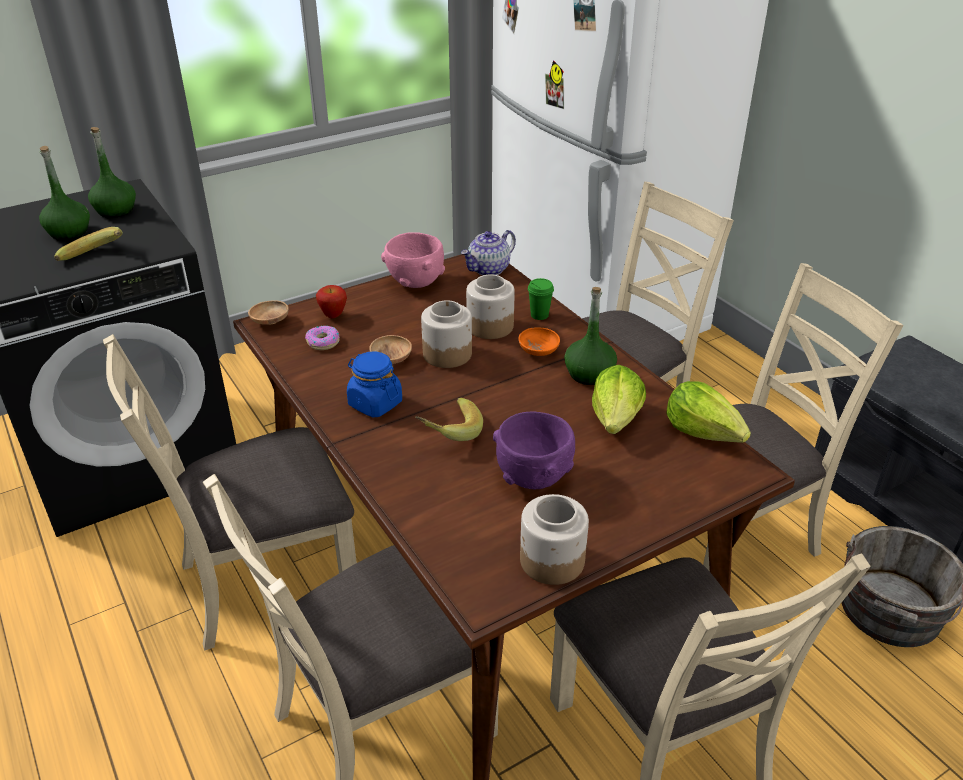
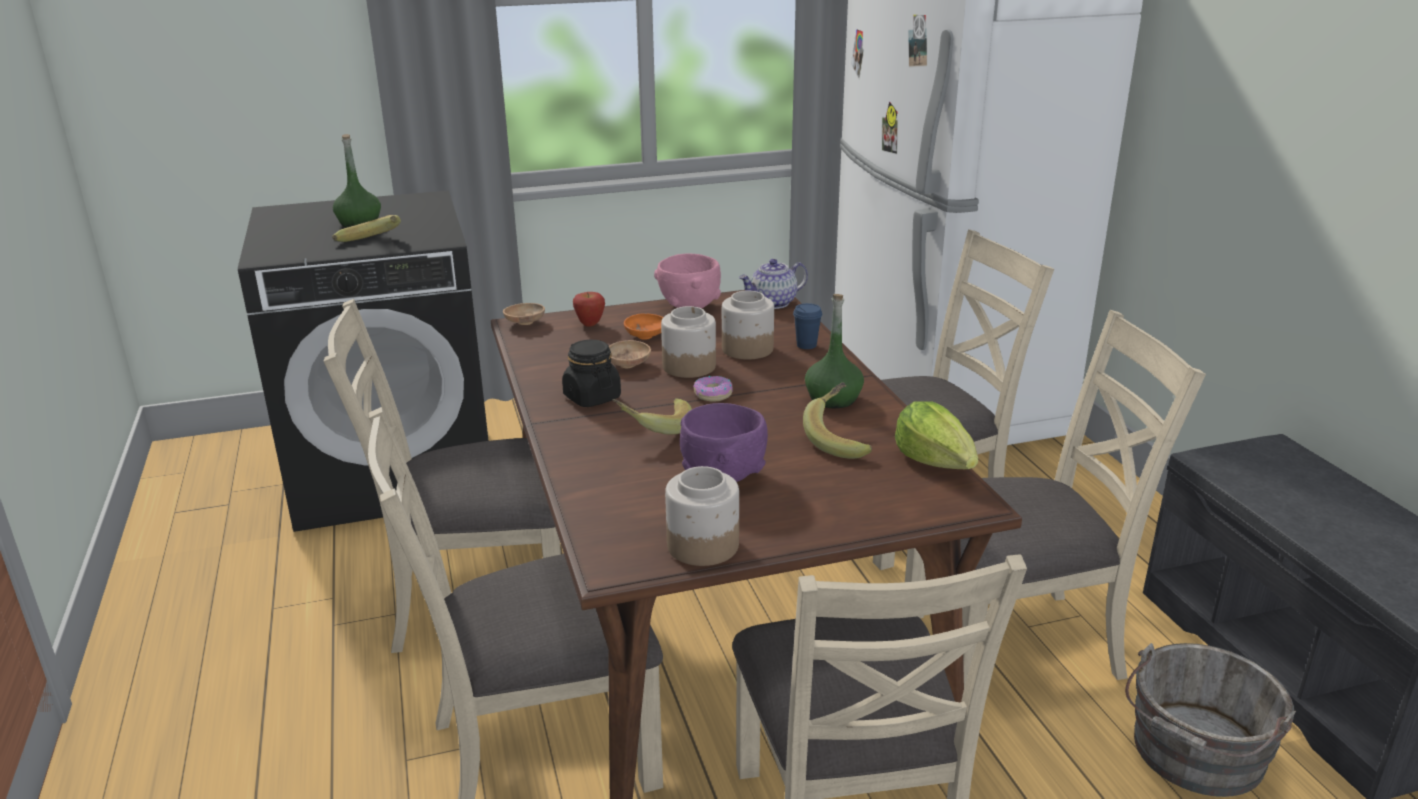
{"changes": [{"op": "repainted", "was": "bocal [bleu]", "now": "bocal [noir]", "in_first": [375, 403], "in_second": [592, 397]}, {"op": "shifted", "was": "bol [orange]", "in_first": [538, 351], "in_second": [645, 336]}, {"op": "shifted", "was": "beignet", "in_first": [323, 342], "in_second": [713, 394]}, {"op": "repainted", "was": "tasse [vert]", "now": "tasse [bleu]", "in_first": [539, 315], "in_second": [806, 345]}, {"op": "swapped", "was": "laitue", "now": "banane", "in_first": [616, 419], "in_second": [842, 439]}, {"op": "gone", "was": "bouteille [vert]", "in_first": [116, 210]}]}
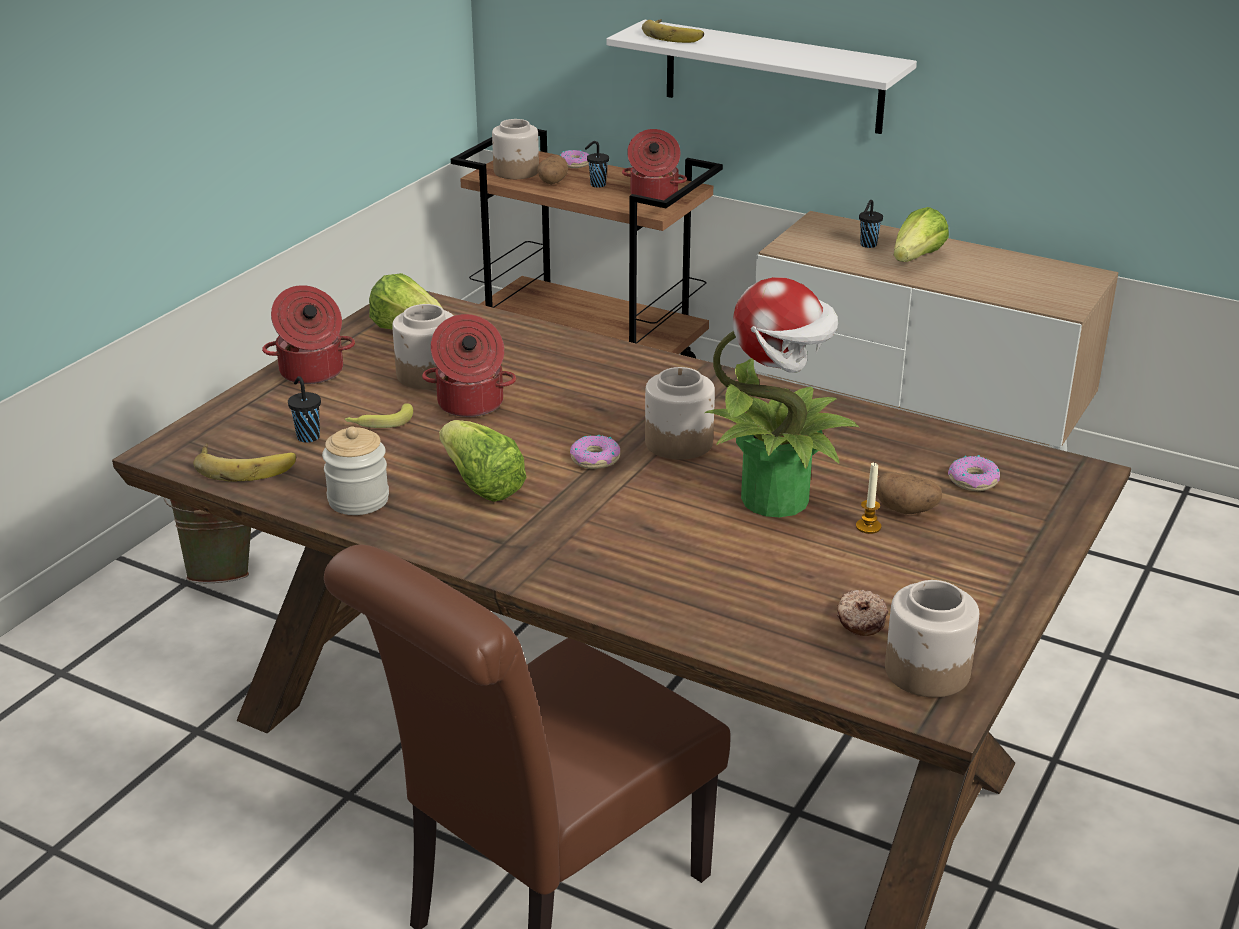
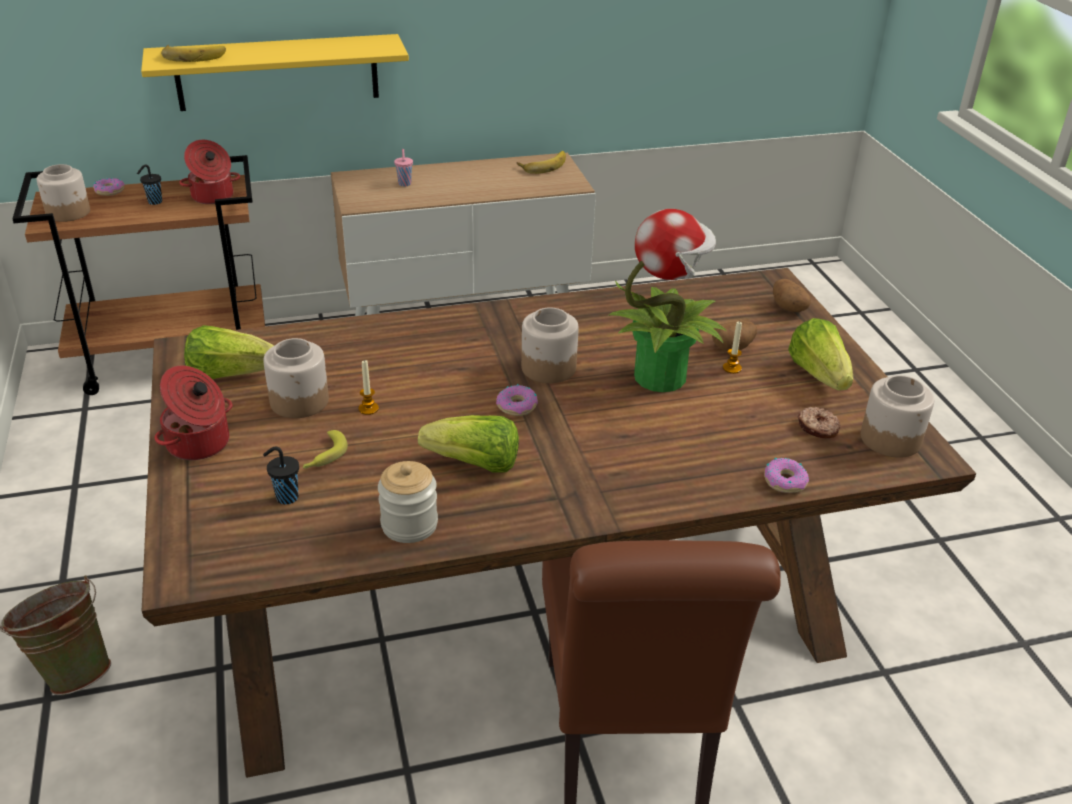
{"changes": [{"op": "repainted", "was": "étagère [blanc]", "now": "étagère [jaune]", "in_first": [773, 77], "in_second": [277, 72]}, {"op": "swapped", "was": "marmite", "now": "bougie", "in_first": [470, 404], "in_second": [368, 409]}, {"op": "repainted", "was": "tasse [noir]", "now": "tasse [rose]", "in_first": [867, 245], "in_second": [404, 184]}, {"op": "shifted", "was": "banane", "in_first": [245, 465], "in_second": [543, 165]}, {"op": "shifted", "was": "beignet", "in_first": [974, 481], "in_second": [785, 481]}, {"op": "shifted", "was": "pomme de terre", "in_first": [552, 182], "in_second": [789, 308]}, {"op": "shifted", "was": "laitue", "in_first": [916, 258], "in_second": [819, 375]}]}
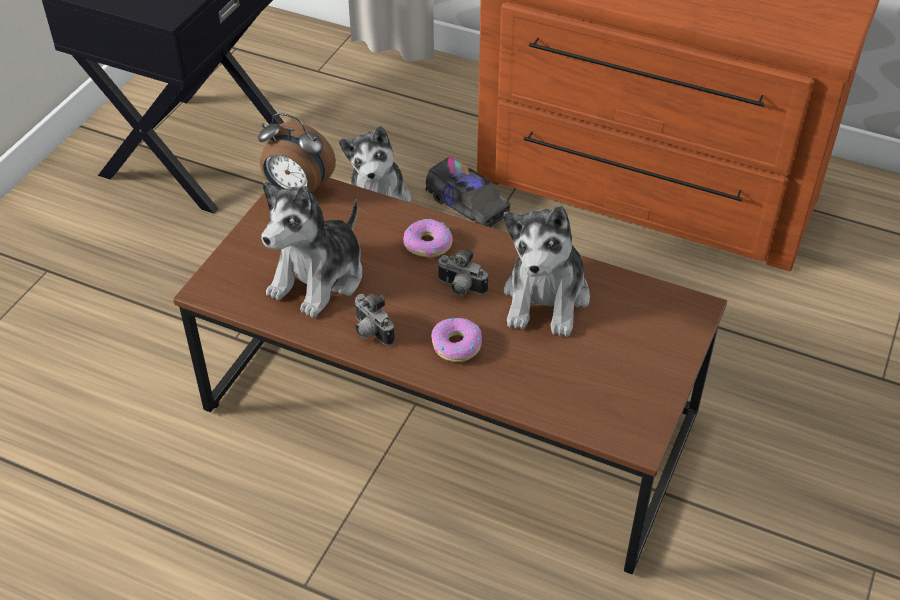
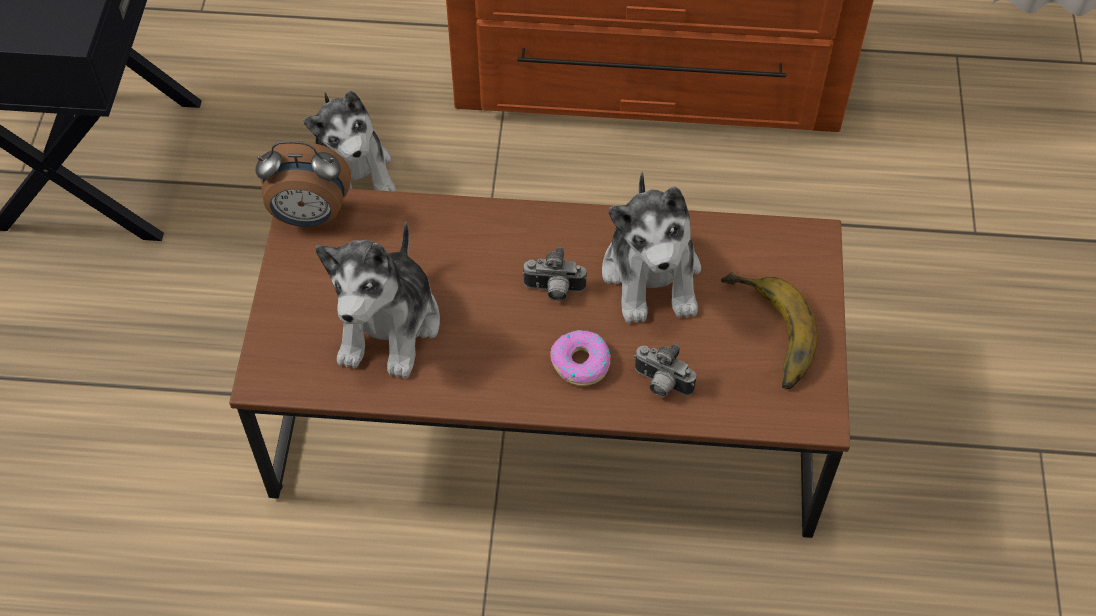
{"changes": [{"op": "shifted", "was": "appareil photo", "in_first": [370, 332], "in_second": [660, 384]}, {"op": "new", "now": "banane", "in_second": [763, 335]}, {"op": "gone", "was": "beignet", "in_first": [427, 244]}, {"op": "gone", "was": "camion jouet", "in_first": [467, 206]}]}
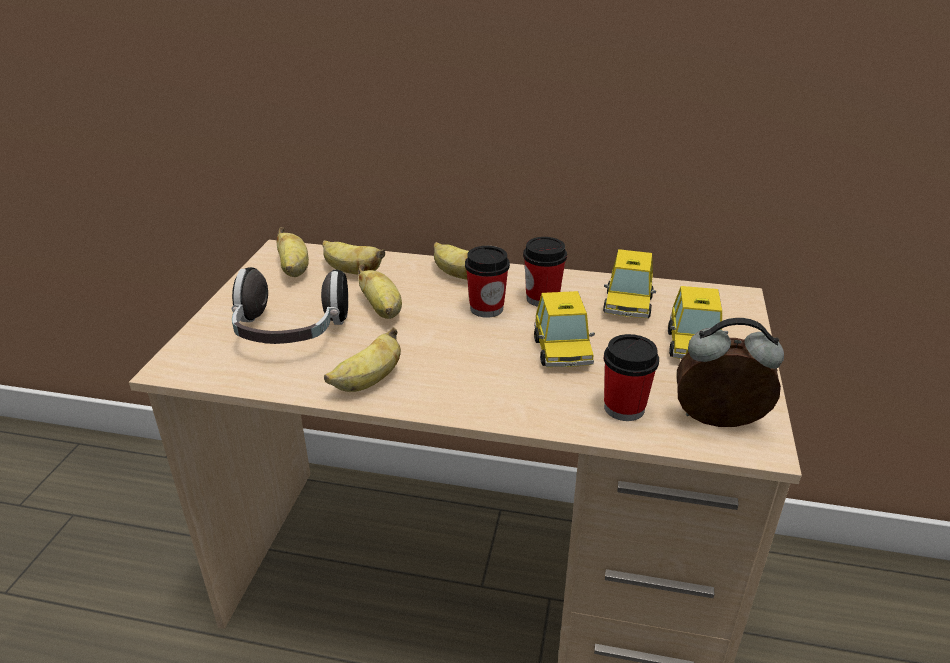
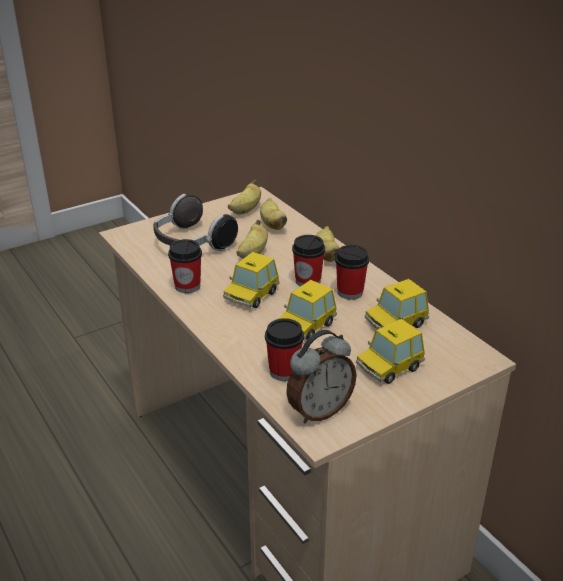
{"changes": [{"op": "swapped", "was": "banane", "now": "tasse", "in_first": [368, 381], "in_second": [187, 286]}, {"op": "new", "now": "petite voiture", "in_second": [251, 295]}, {"op": "rotated", "was": "réveil", "in_first": [718, 424], "in_second": [319, 410], "clockwise": 90}]}
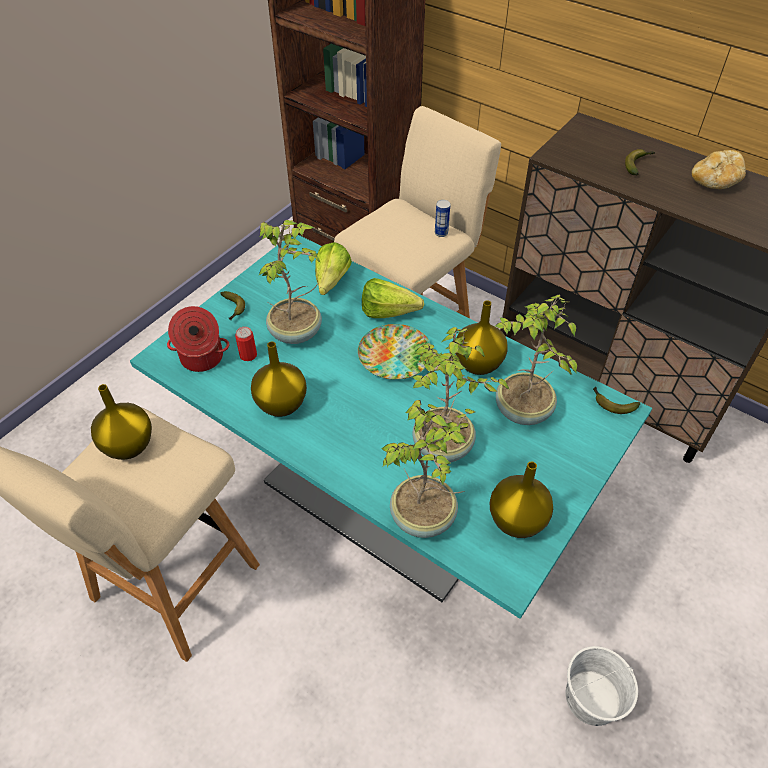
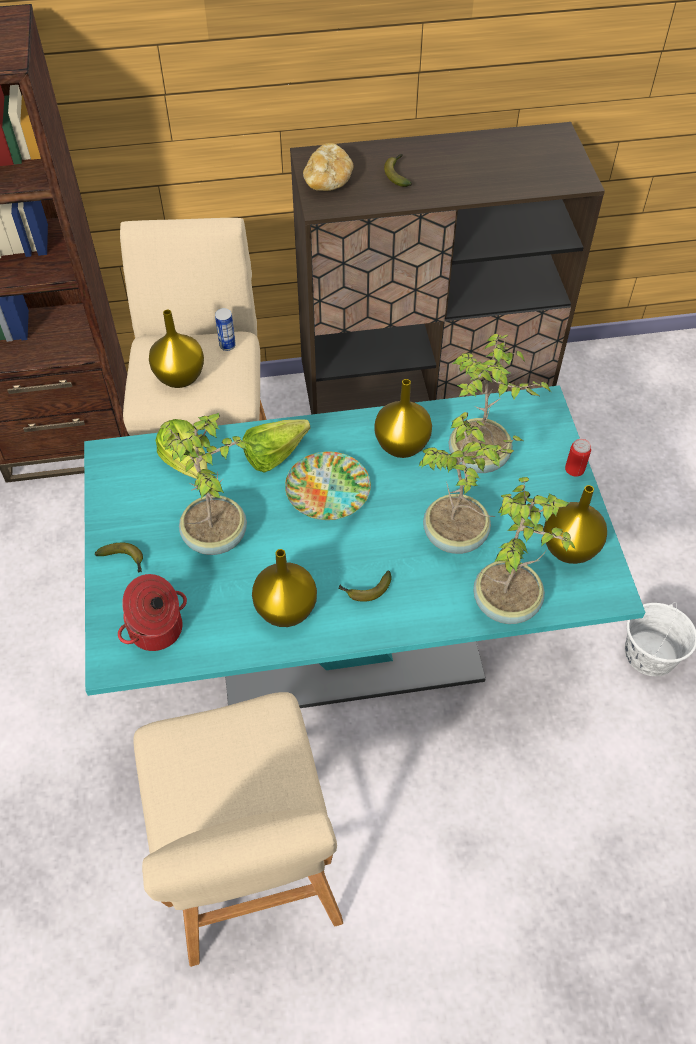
{"changes": [{"op": "shifted", "was": "vase [jaune]", "in_first": [130, 446], "in_second": [180, 376]}, {"op": "shifted", "was": "pain", "in_first": [714, 182], "in_second": [328, 181]}, {"op": "shifted", "was": "banane", "in_first": [611, 404], "in_second": [365, 590]}, {"op": "shifted", "was": "boîte métallique", "in_first": [248, 355], "in_second": [574, 469]}]}
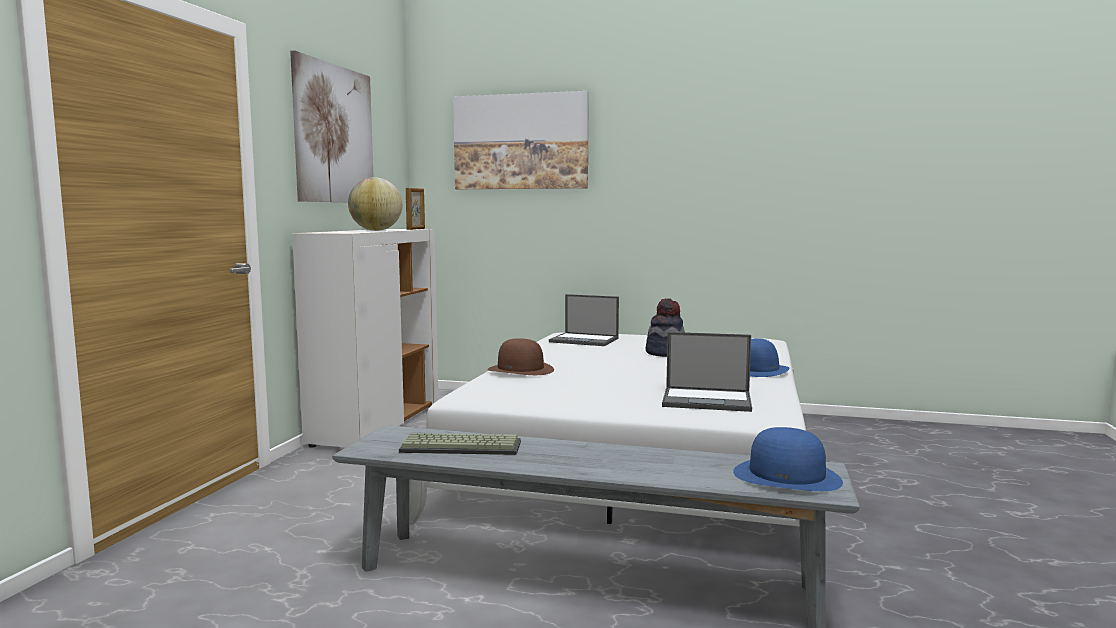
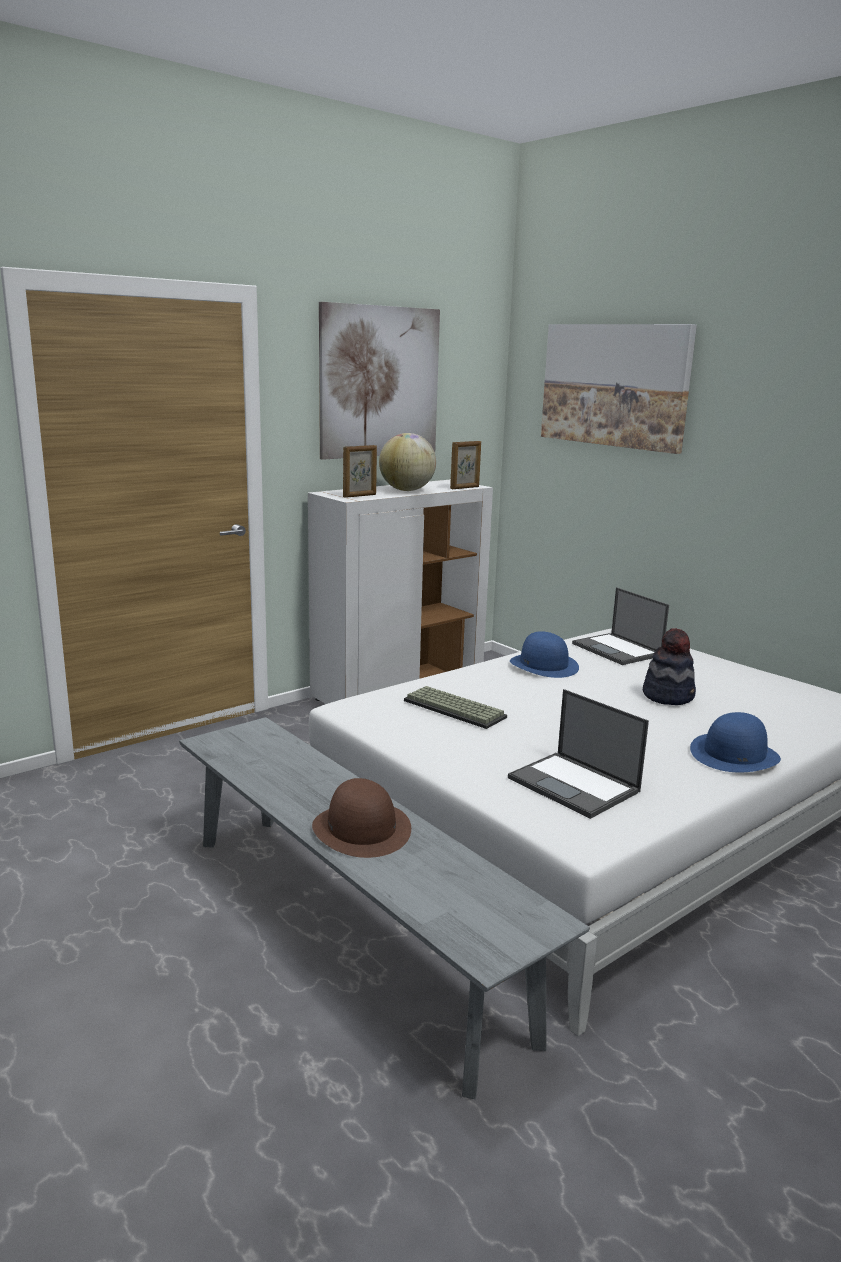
{"changes": [{"op": "shifted", "was": "chapeau [marron]", "in_first": [521, 369], "in_second": [362, 829]}, {"op": "new", "now": "cadre photo", "in_second": [360, 496]}, {"op": "shifted", "was": "clavier", "in_first": [462, 446], "in_second": [456, 709]}, {"op": "shifted", "was": "chapeau [bleu]", "in_first": [787, 476], "in_second": [544, 665]}]}
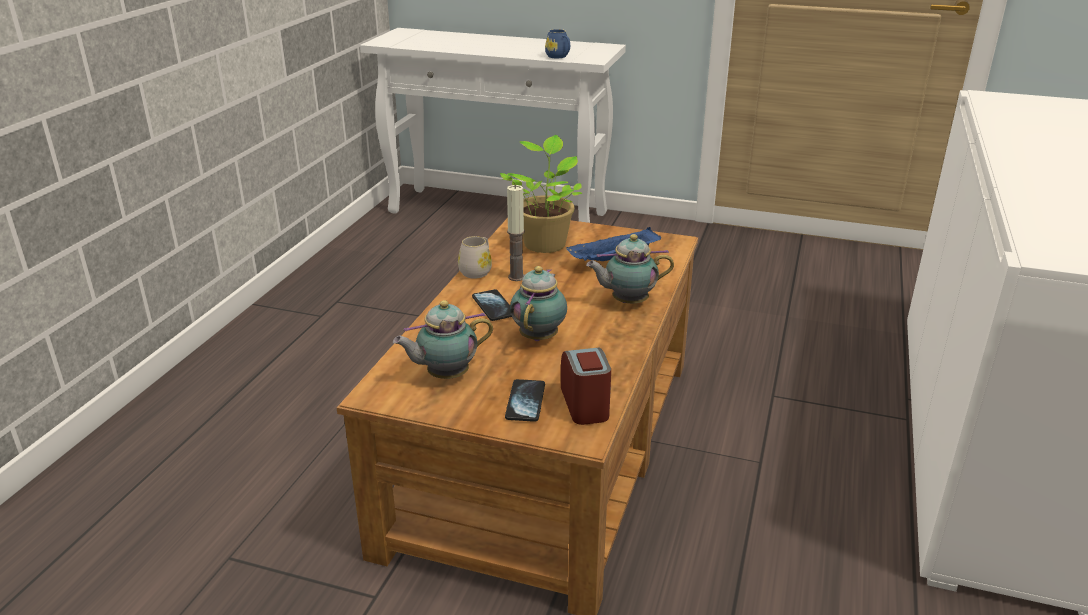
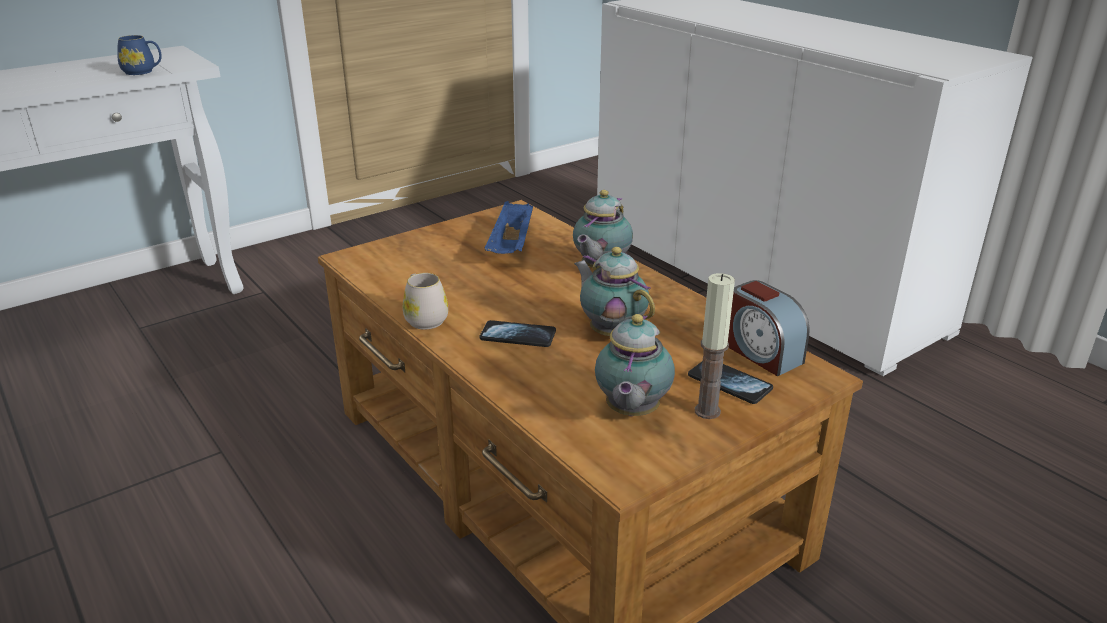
{"changes": [{"op": "shifted", "was": "bougie", "in_first": [516, 277], "in_second": [707, 411]}, {"op": "rotated", "was": "réveil", "in_first": [585, 404], "in_second": [762, 353], "clockwise": -150}, {"op": "gone", "was": "plante en pot", "in_first": [545, 243]}]}
